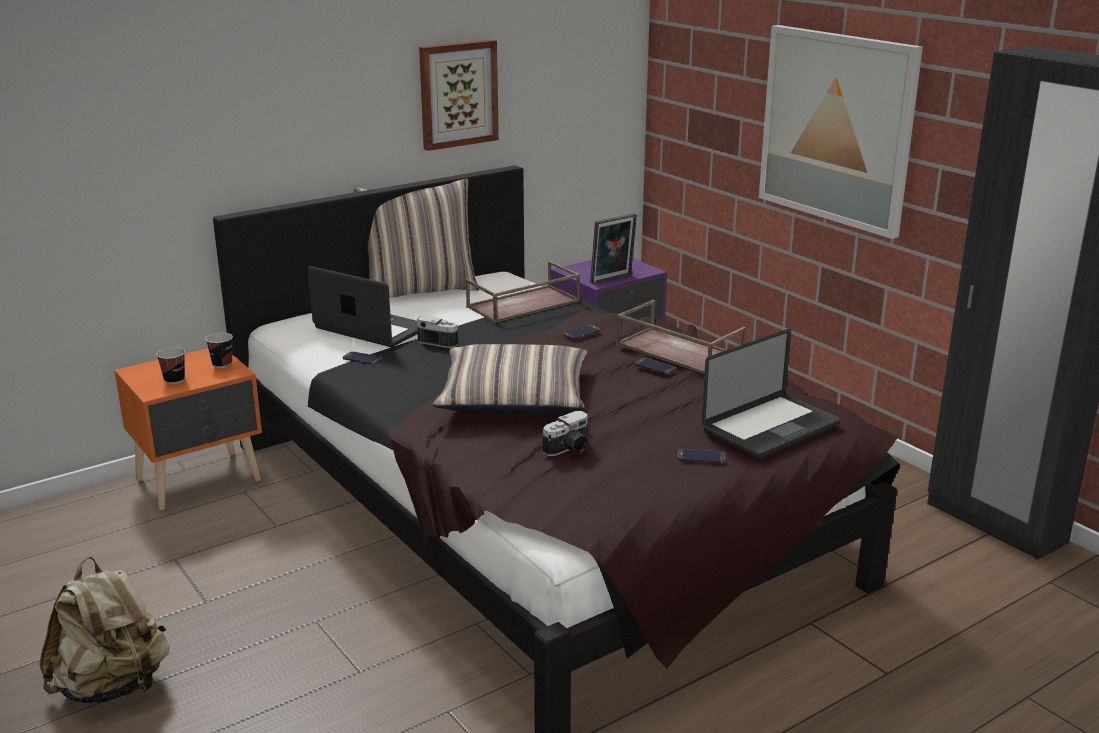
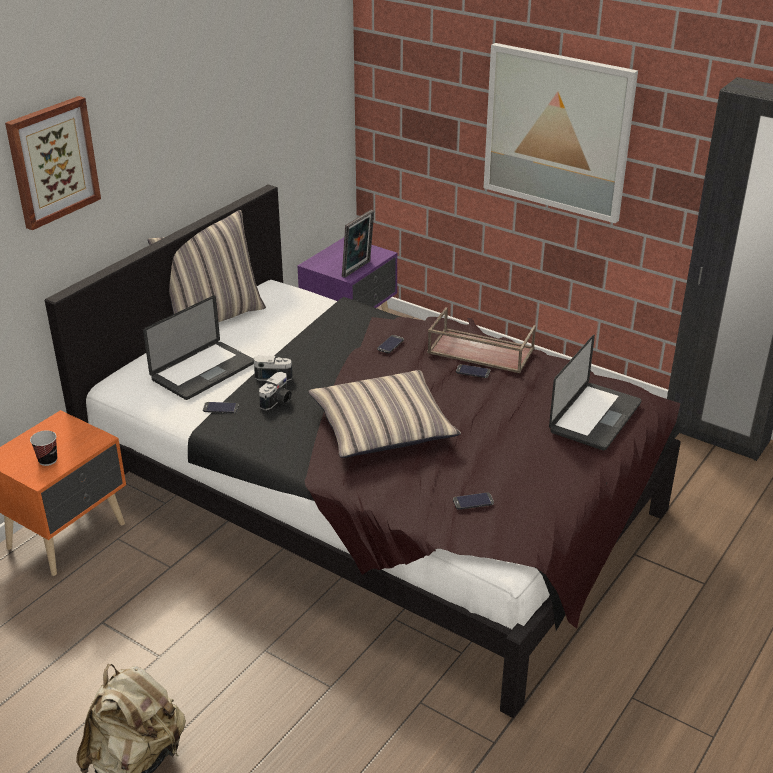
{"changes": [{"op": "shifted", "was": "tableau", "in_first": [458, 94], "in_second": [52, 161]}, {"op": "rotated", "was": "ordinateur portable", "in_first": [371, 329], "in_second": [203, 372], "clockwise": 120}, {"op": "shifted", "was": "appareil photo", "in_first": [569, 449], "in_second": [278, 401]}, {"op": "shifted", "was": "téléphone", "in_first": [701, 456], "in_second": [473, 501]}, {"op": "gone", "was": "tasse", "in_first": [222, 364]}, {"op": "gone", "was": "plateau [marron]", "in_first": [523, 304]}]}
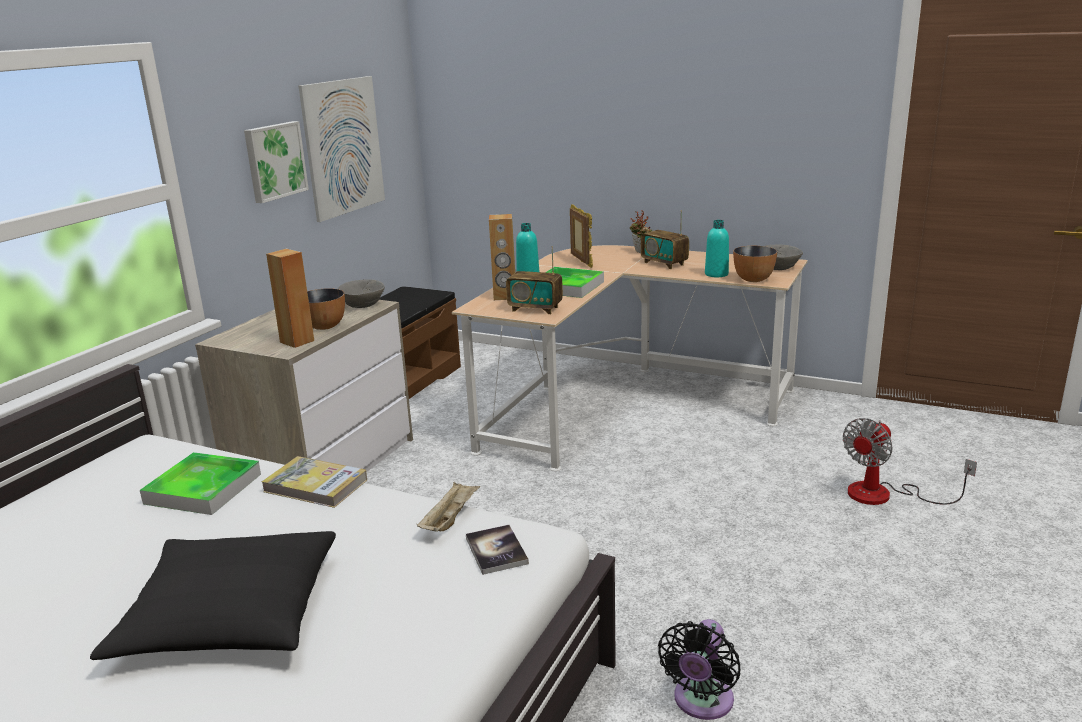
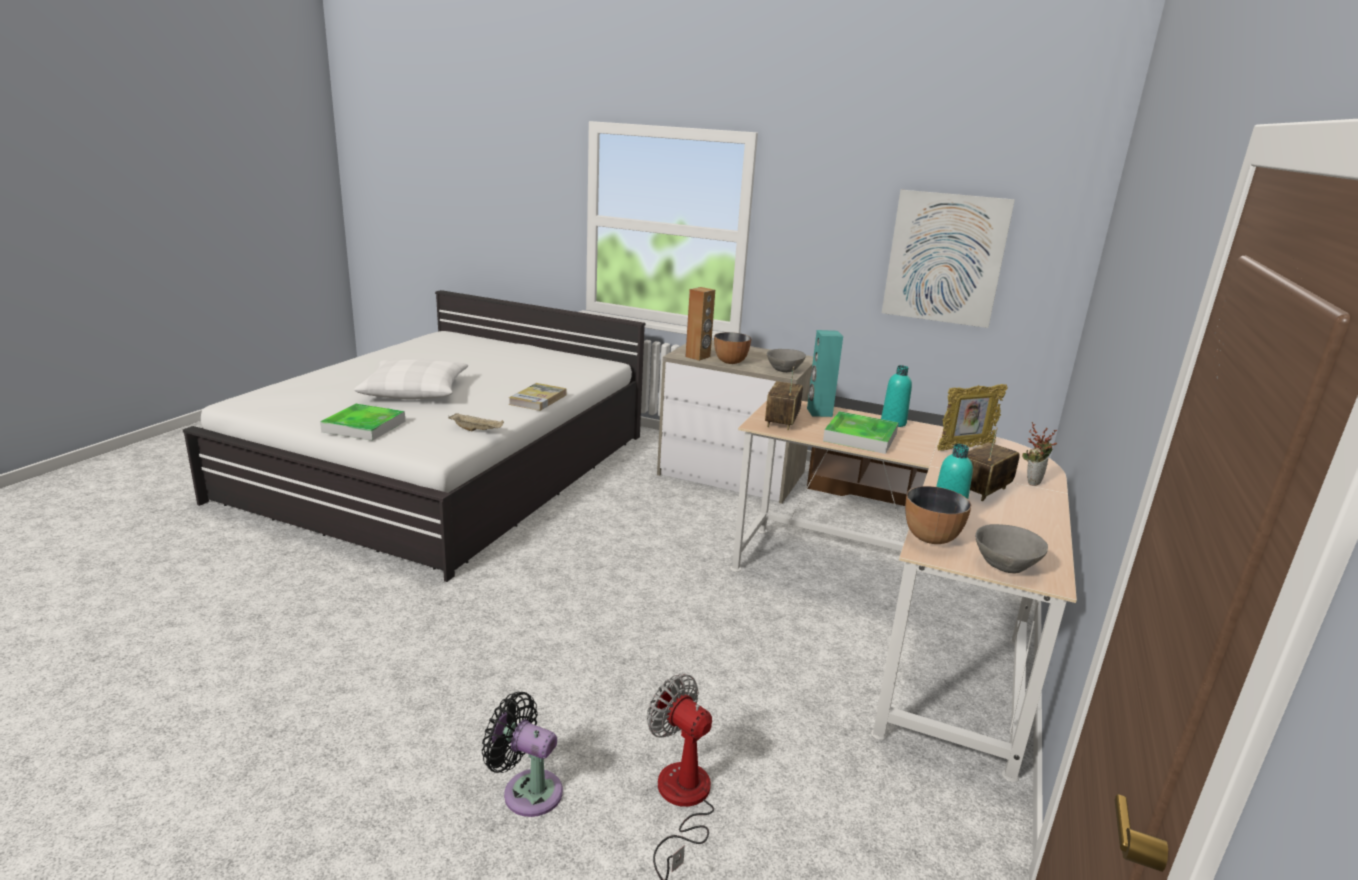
{"changes": [{"op": "shifted", "was": "plateau", "in_first": [203, 489], "in_second": [364, 426]}, {"op": "repainted", "was": "coussin [noir]", "now": "coussin [blanc]", "in_first": [230, 613], "in_second": [415, 390]}, {"op": "shifted", "was": "ventilateur [noir]", "in_first": [701, 702], "in_second": [527, 790]}, {"op": "repainted", "was": "enceinte [marron]", "now": "enceinte [turquoise]", "in_first": [505, 296], "in_second": [819, 412]}, {"op": "gone", "was": "tableau", "in_first": [274, 161]}, {"op": "gone", "was": "livre", "in_first": [496, 551]}]}
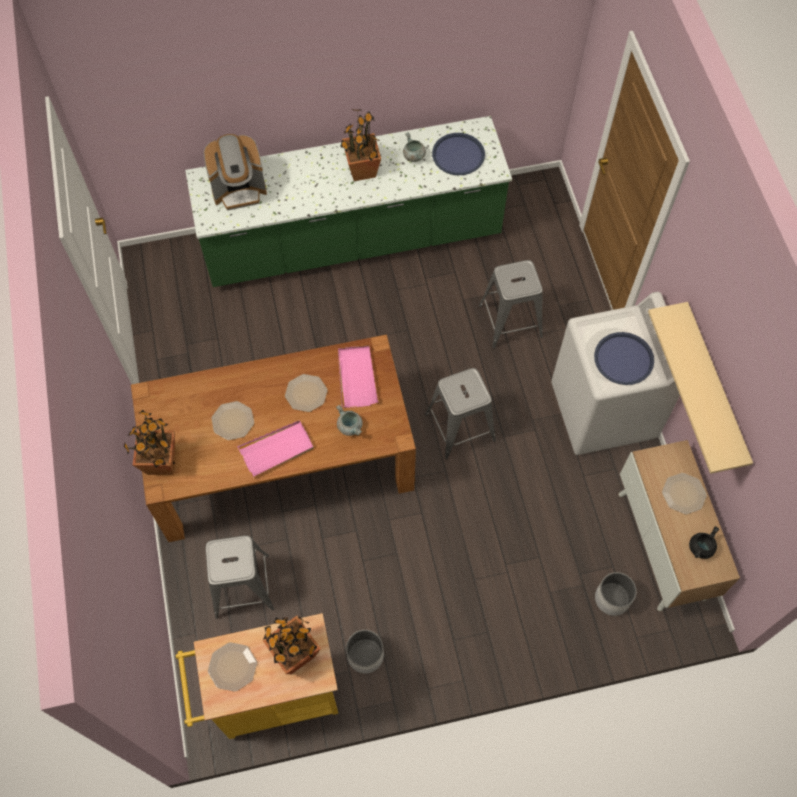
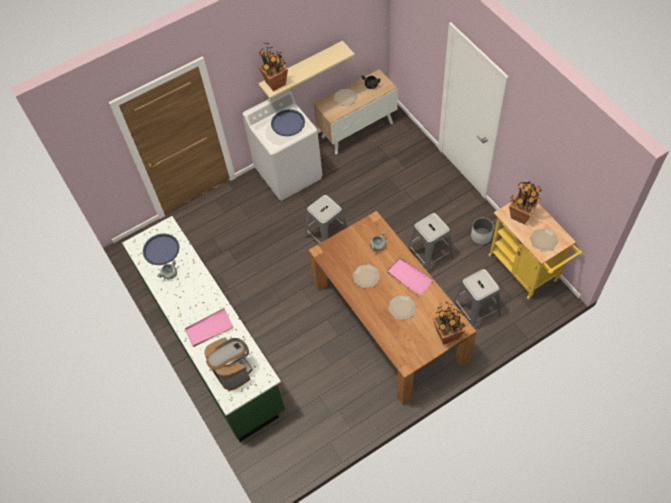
{"changes": [{"op": "shifted", "was": "plateau [rose]", "in_first": [357, 377], "in_second": [209, 329]}, {"op": "shifted", "was": "plante en pot", "in_first": [362, 171], "in_second": [276, 83]}, {"op": "shifted", "was": "tabouret [gris]", "in_first": [510, 321], "in_second": [429, 254]}, {"op": "gone", "was": "cache-pot [blanc]", "in_first": [612, 599]}]}
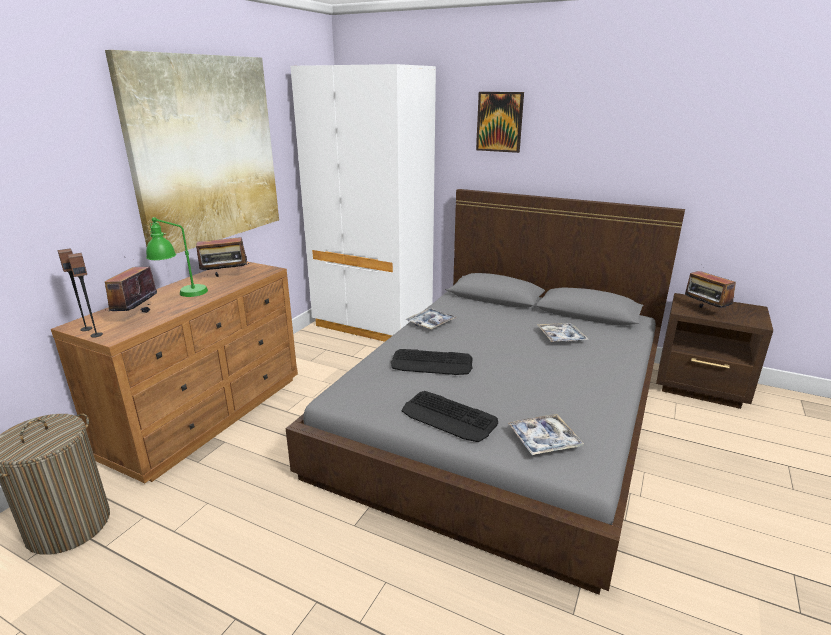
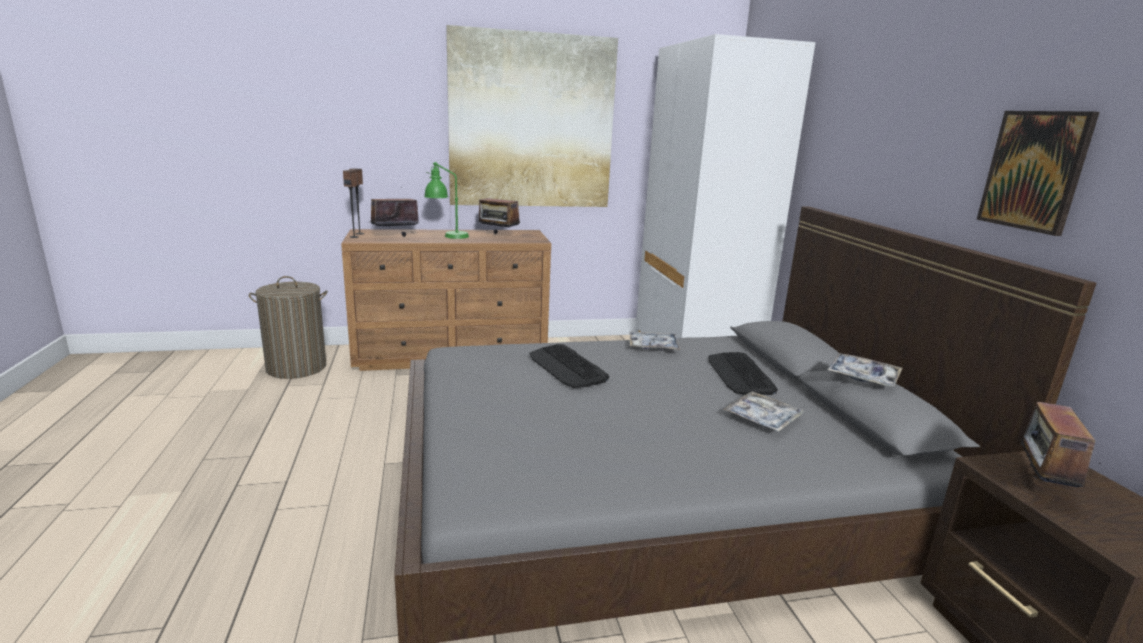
{"changes": [{"op": "shifted", "was": "clavier", "in_first": [449, 417], "in_second": [740, 374]}, {"op": "shifted", "was": "plateau", "in_first": [544, 440], "in_second": [863, 377]}, {"op": "shifted", "was": "tableau", "in_first": [499, 122], "in_second": [1035, 171]}]}
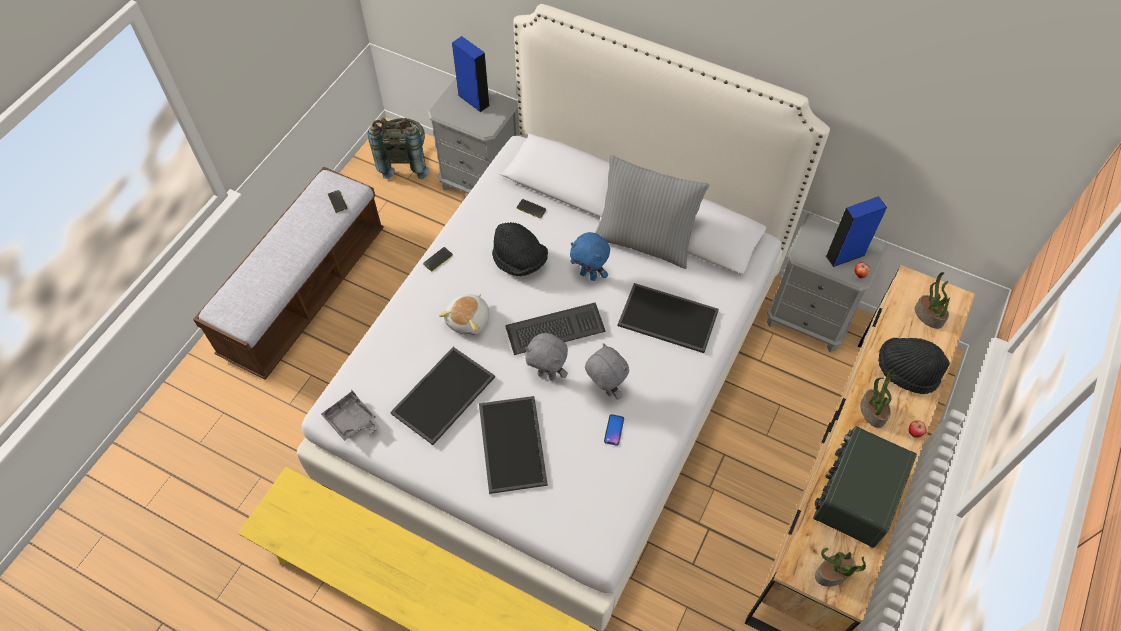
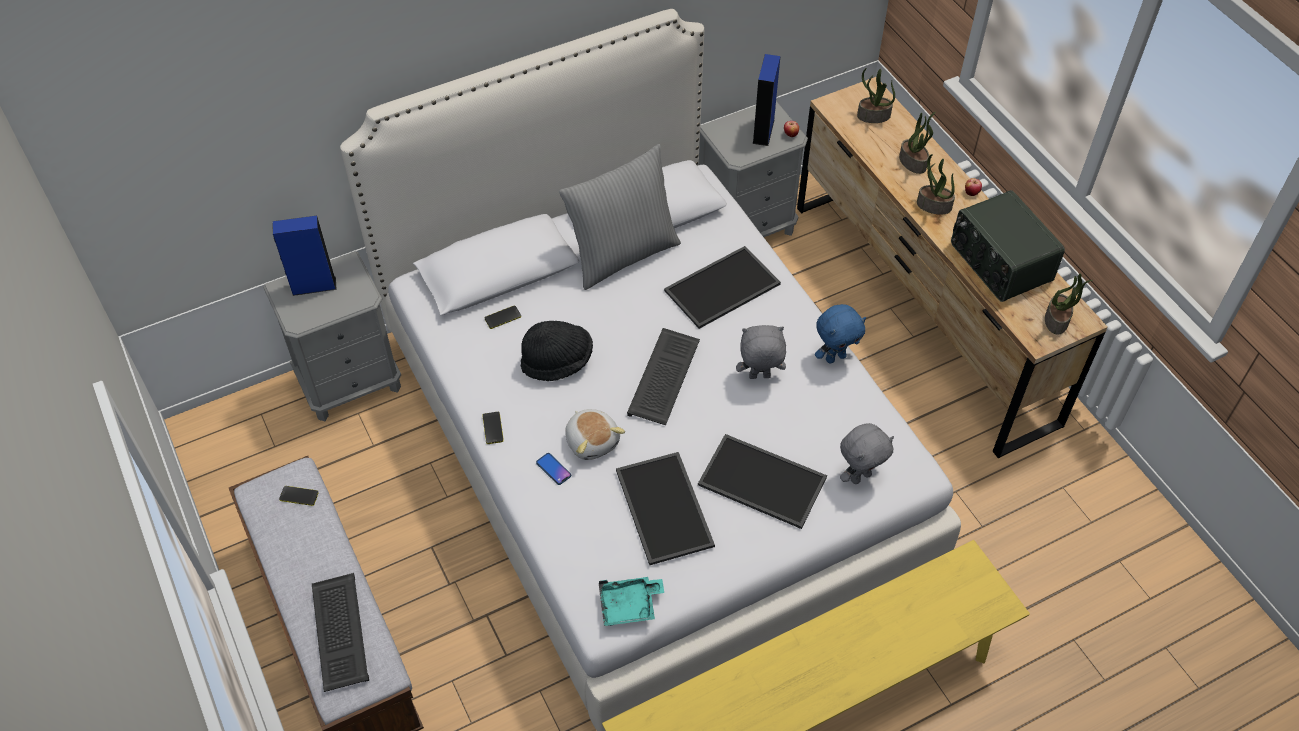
{"changes": [{"op": "new", "now": "clavier", "in_second": [338, 631]}, {"op": "shifted", "was": "téléphone", "in_first": [614, 430], "in_second": [553, 469]}, {"op": "repainted", "was": "plateau [gris]", "now": "plateau [turquoise]", "in_first": [352, 421], "in_second": [629, 606]}, {"op": "shifted", "was": "peluche [bleu]", "in_first": [589, 275], "in_second": [835, 357]}, {"op": "shifted", "was": "peluche [gris]", "in_first": [547, 374], "in_second": [860, 476]}, {"op": "swapped", "was": "chapeau [noir]", "now": "plante en pot", "in_first": [905, 372], "in_second": [913, 162]}, {"op": "gone", "was": "sac à dos [gris]", "in_first": [404, 161]}]}
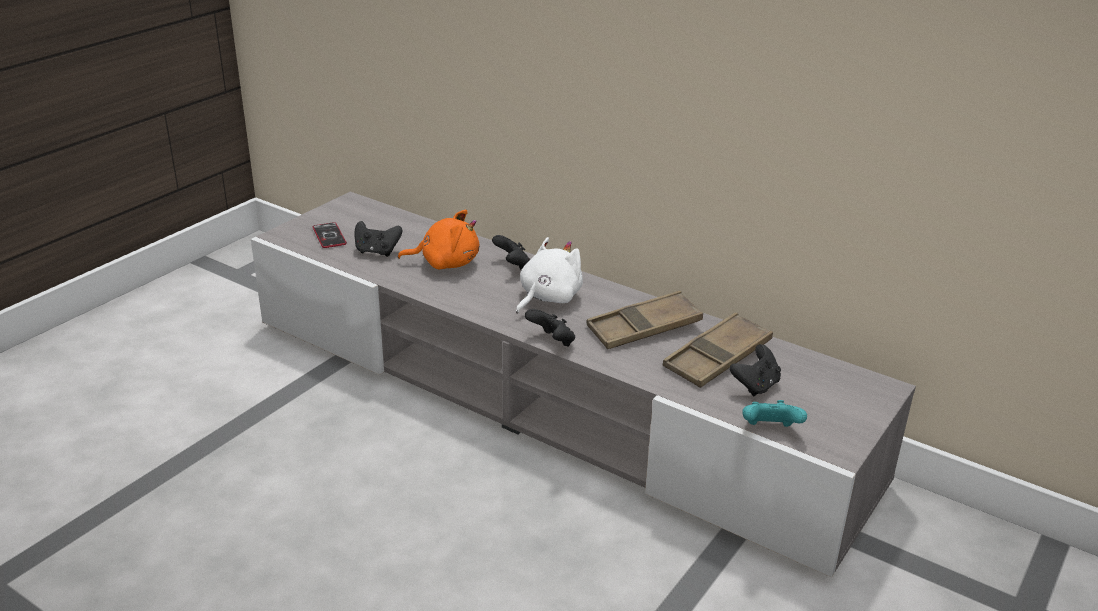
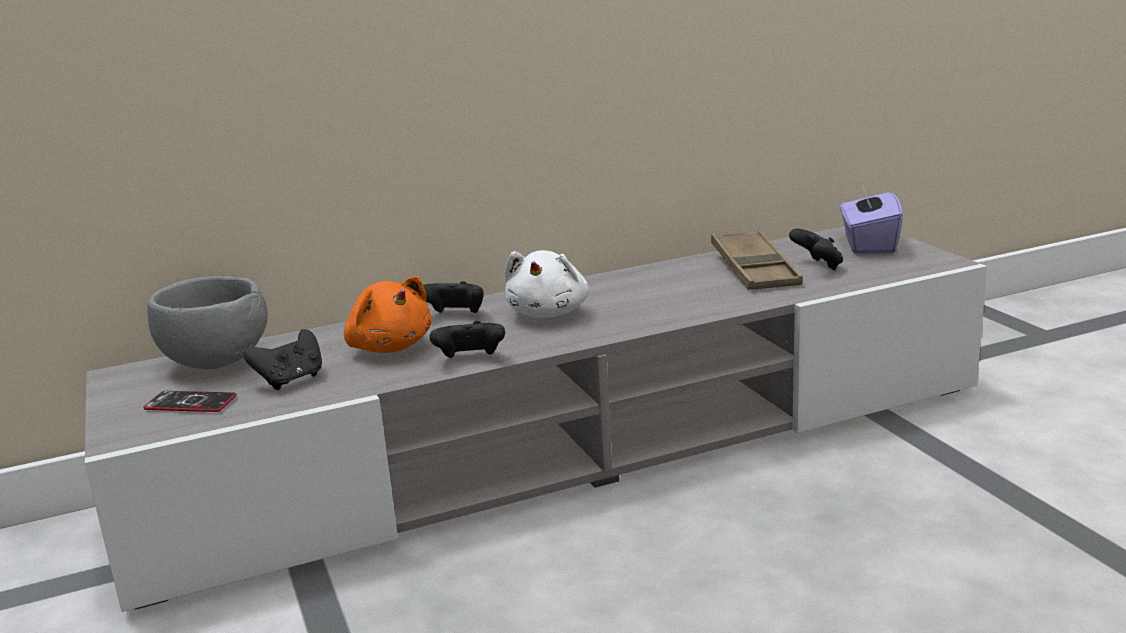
{"changes": [{"op": "new", "now": "bol [gris]", "in_second": [217, 363]}, {"op": "rotated", "was": "peluche [orange]", "in_first": [446, 263], "in_second": [389, 347], "clockwise": 105}, {"op": "shifted", "was": "manette [noir]", "in_first": [552, 342], "in_second": [470, 360]}, {"op": "rotated", "was": "peluche [blanc]", "in_first": [547, 298], "in_second": [549, 312], "clockwise": -150}, {"op": "new", "now": "boîte à mouchoirs [violet]", "in_second": [868, 245]}, {"op": "gone", "was": "plateau [marron]", "in_first": [644, 328]}, {"op": "gone", "was": "manette [turquoise]", "in_first": [770, 430]}]}
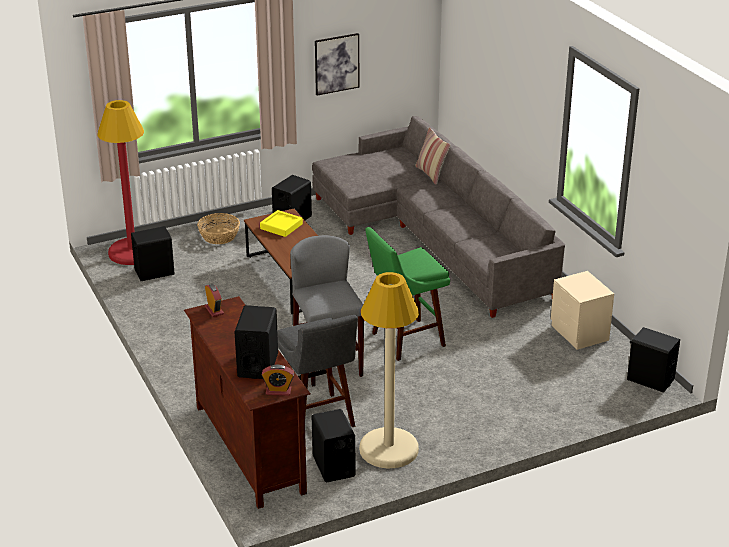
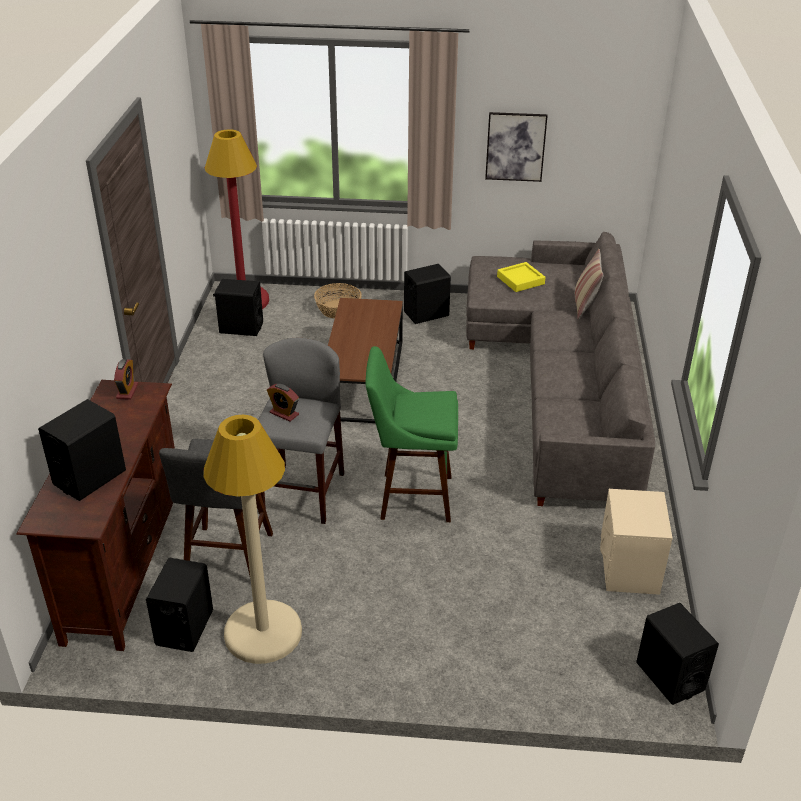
{"changes": [{"op": "shifted", "was": "réveil", "in_first": [278, 391], "in_second": [284, 413]}, {"op": "shifted", "was": "plateau [jaune]", "in_first": [281, 226], "in_second": [520, 280]}]}
